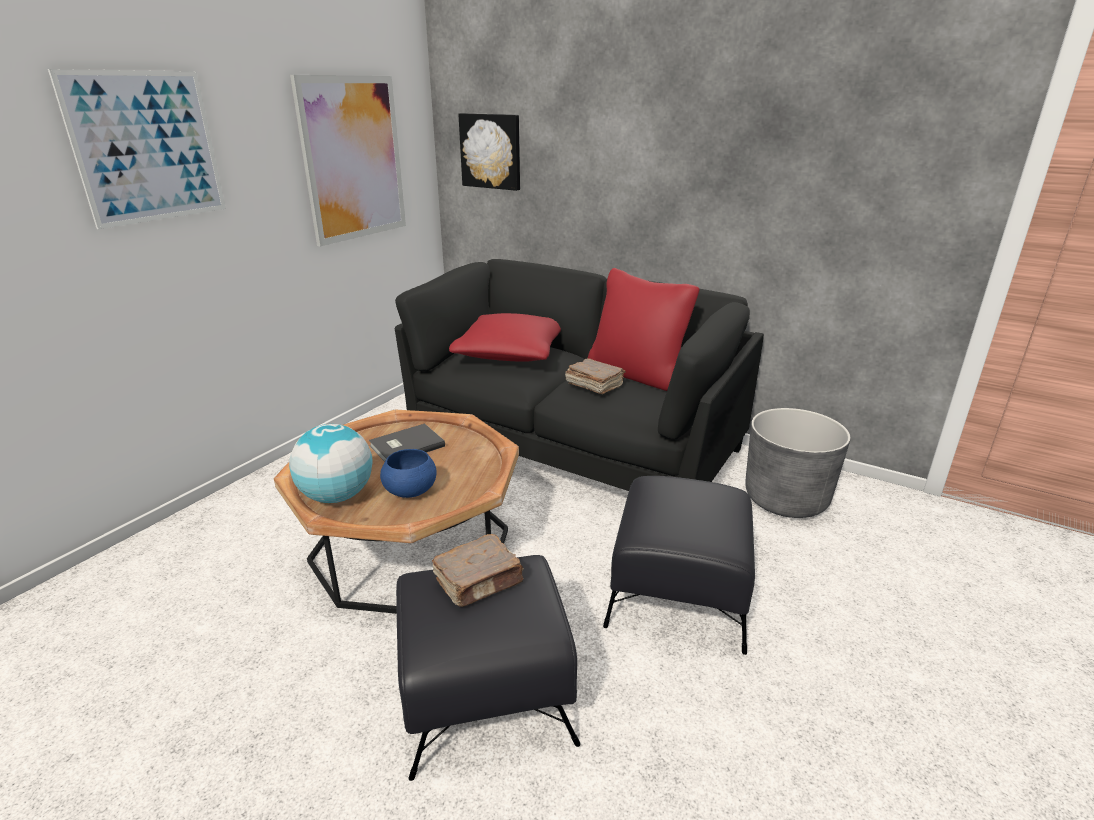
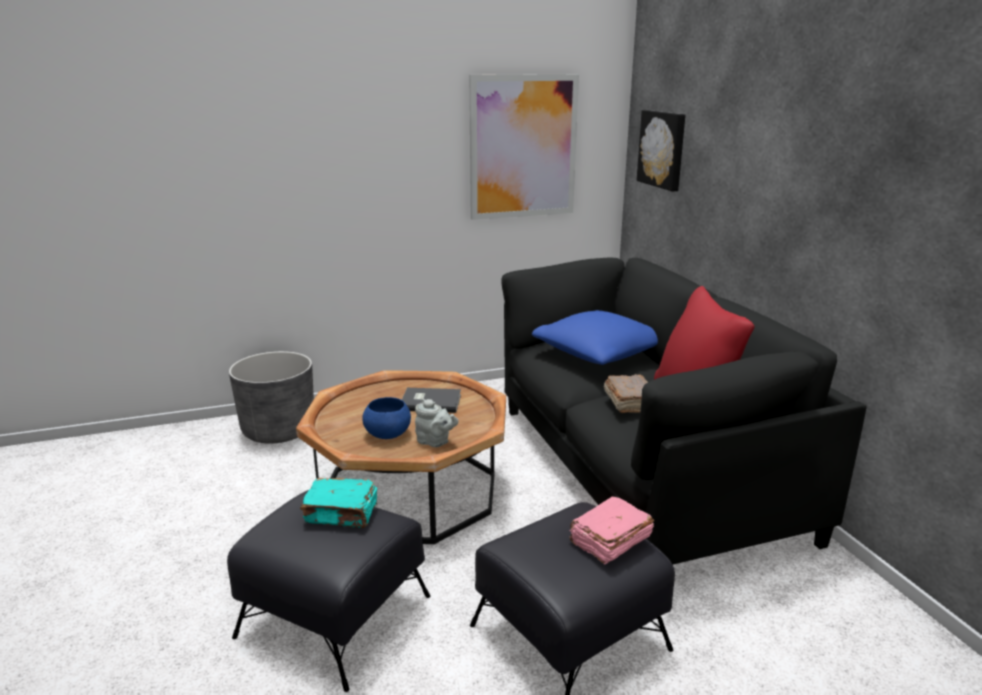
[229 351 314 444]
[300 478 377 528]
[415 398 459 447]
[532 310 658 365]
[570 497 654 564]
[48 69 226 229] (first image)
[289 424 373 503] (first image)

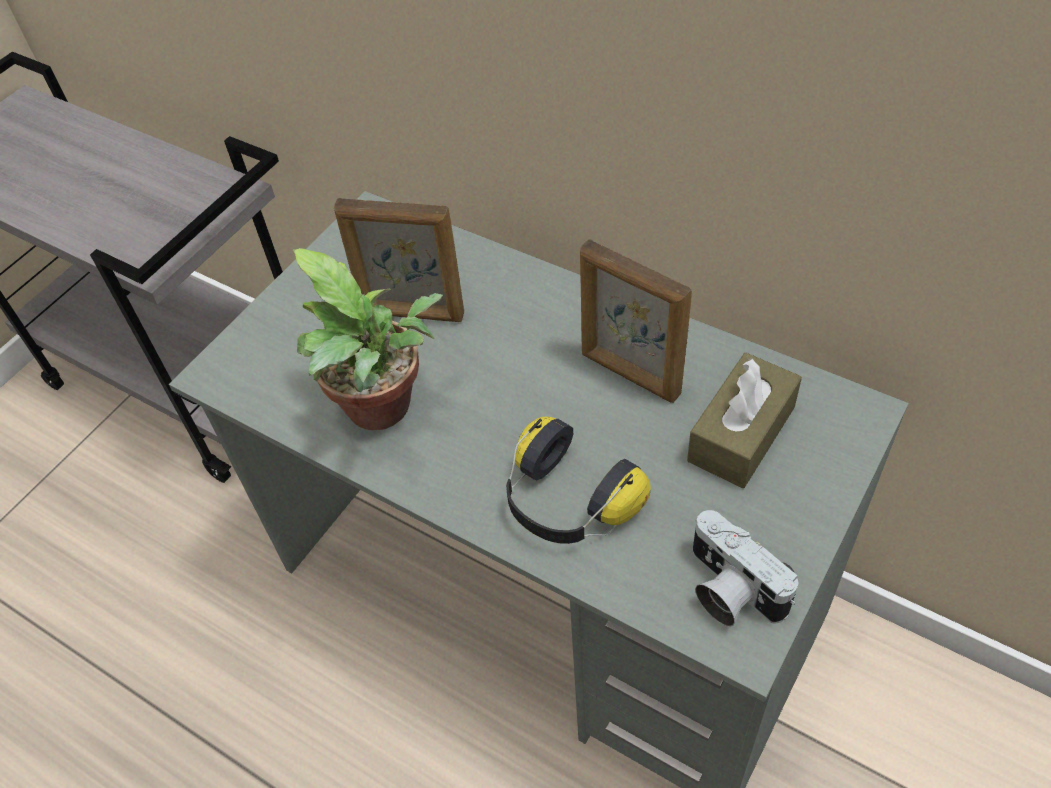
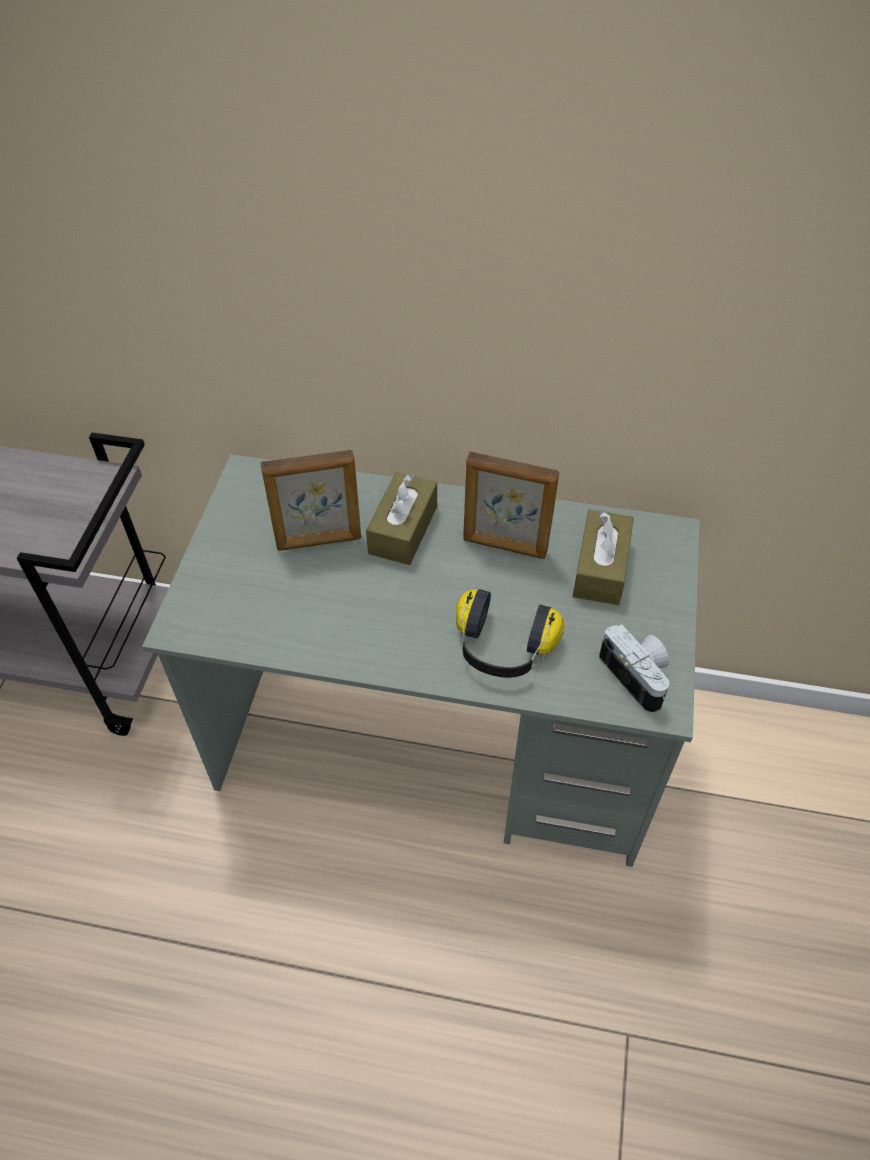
[366 472 437 565]
[599 624 669 713]
[293 248 443 430] (first image)

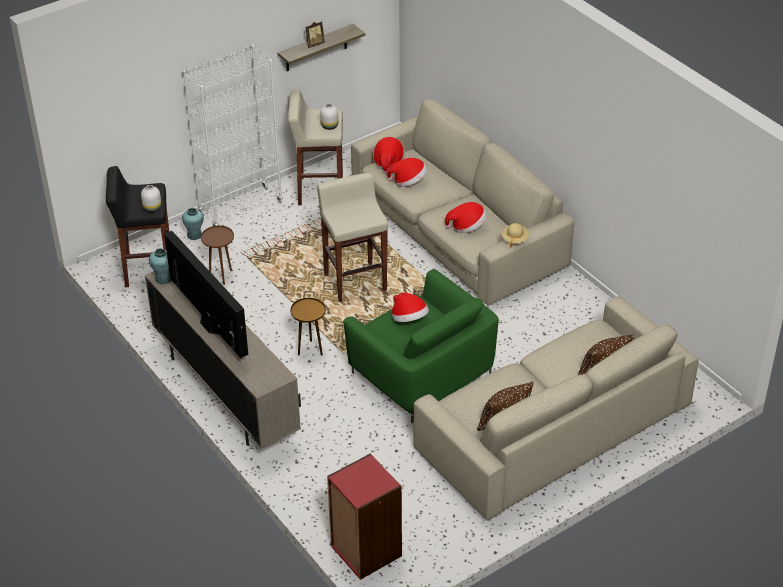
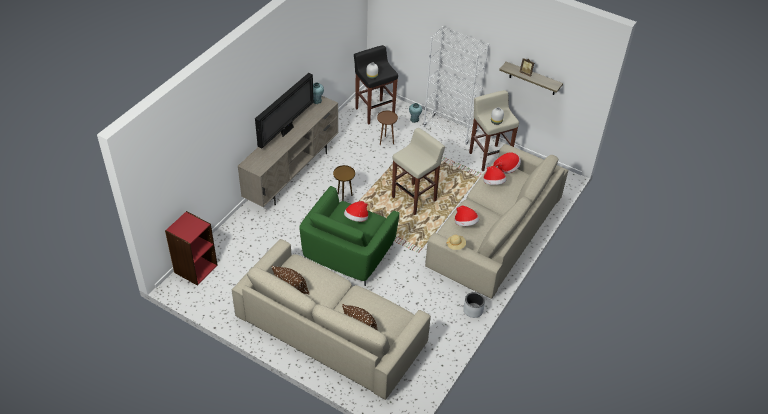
[463 292 485 318]

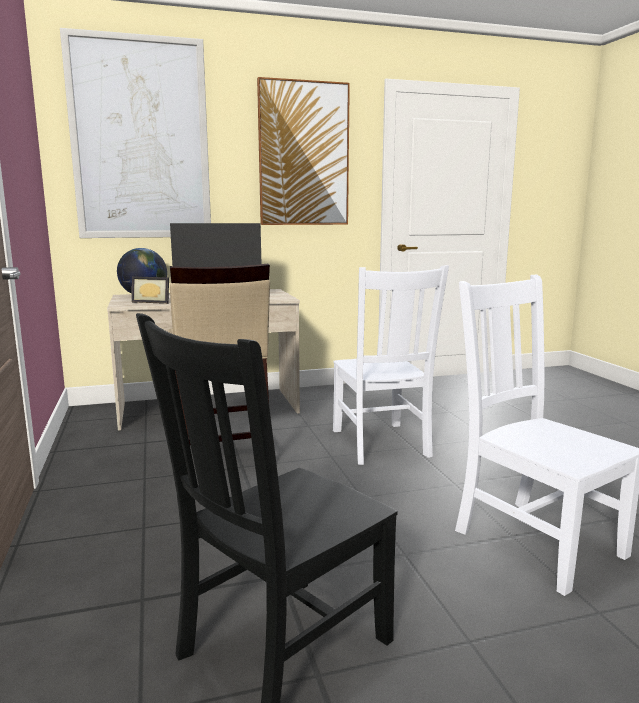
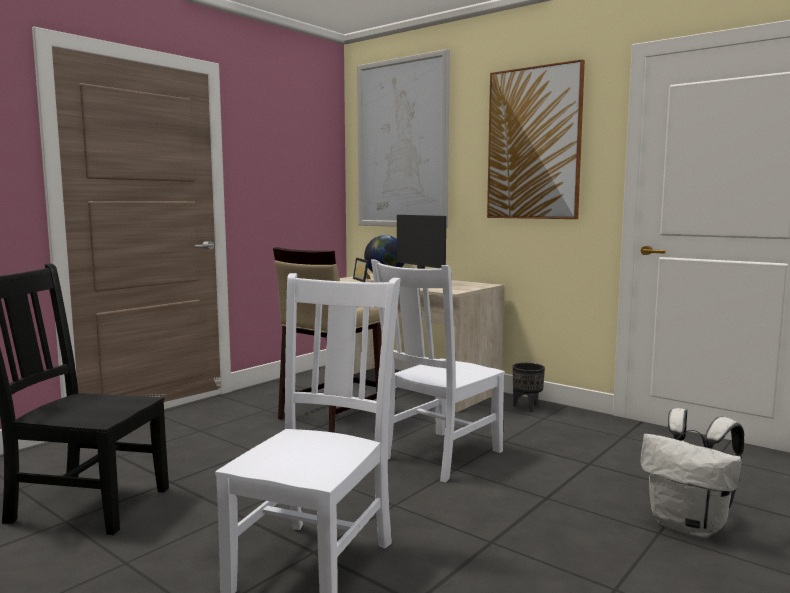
[513 363 545 412]
[640 408 744 538]

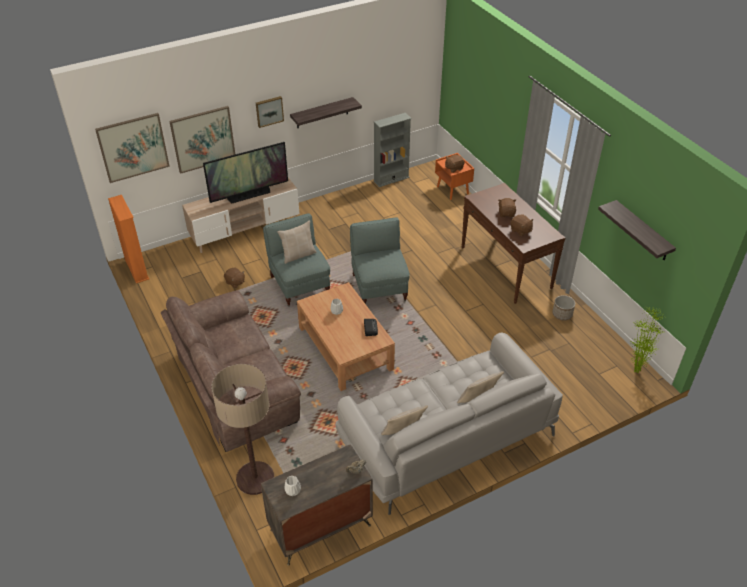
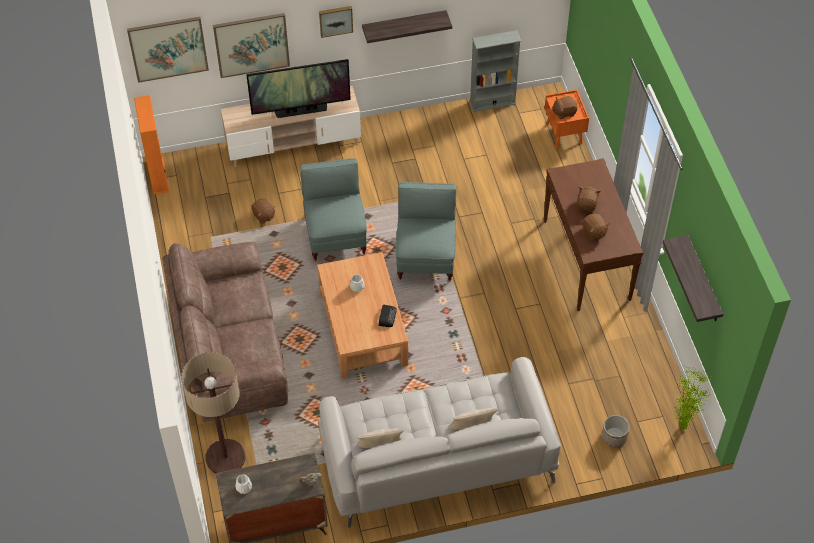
[602 415 629 447]
[277 221 317 264] (first image)

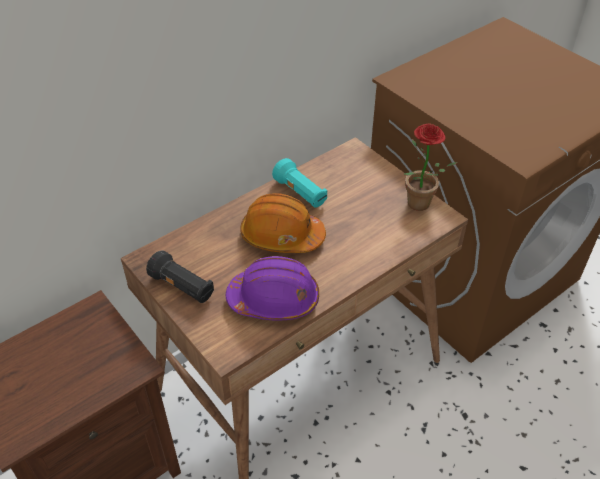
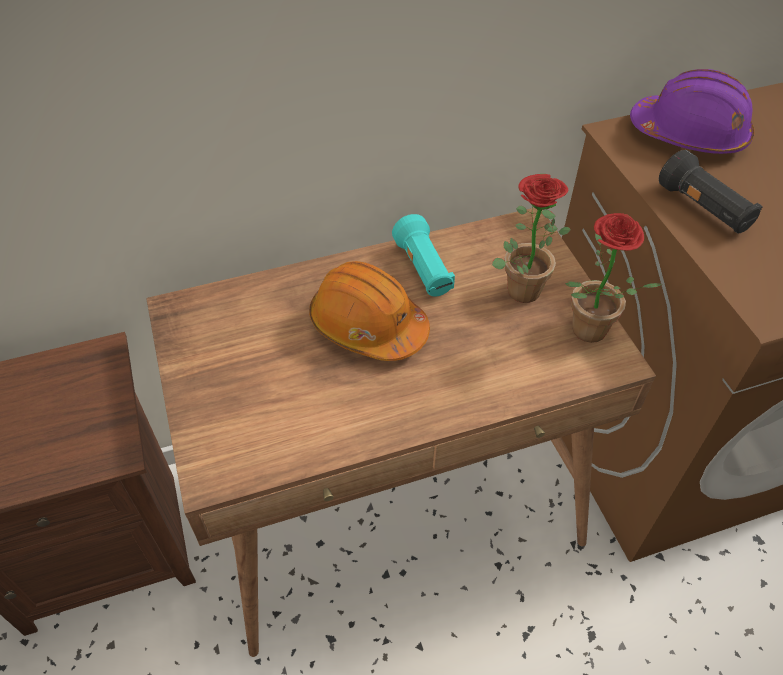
[492 174 571 303]
[630 69 754 154]
[659 150 763 234]

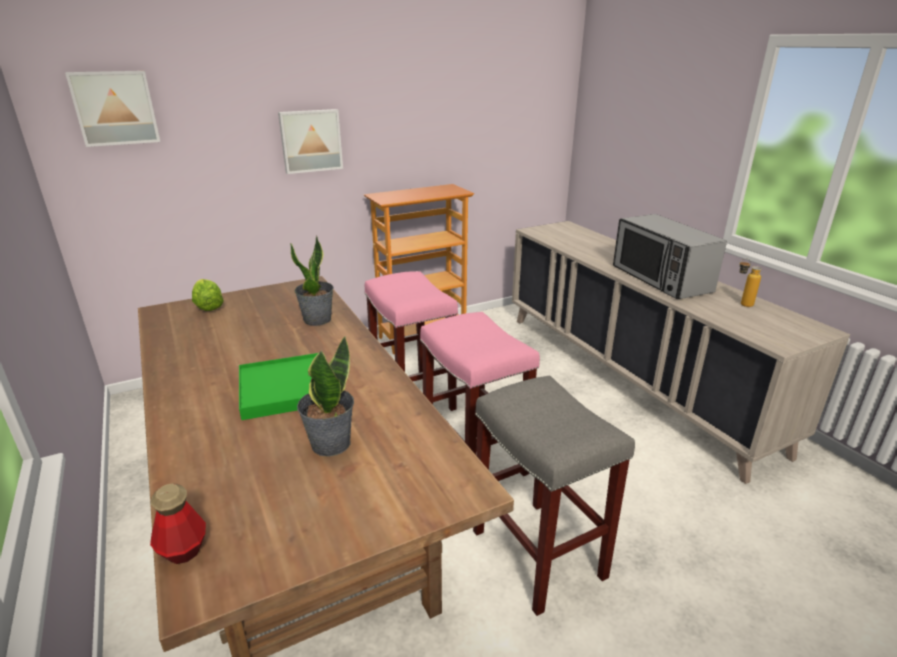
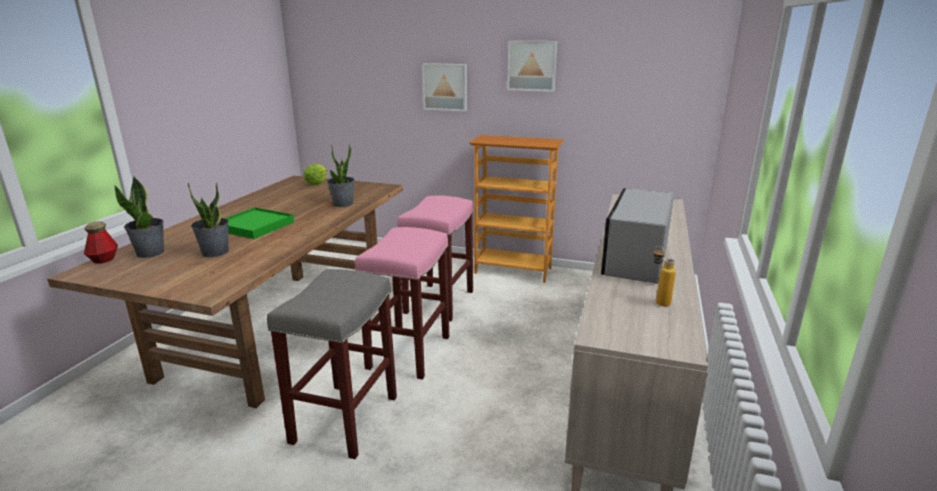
[114 176 164 258]
[507 41 557 92]

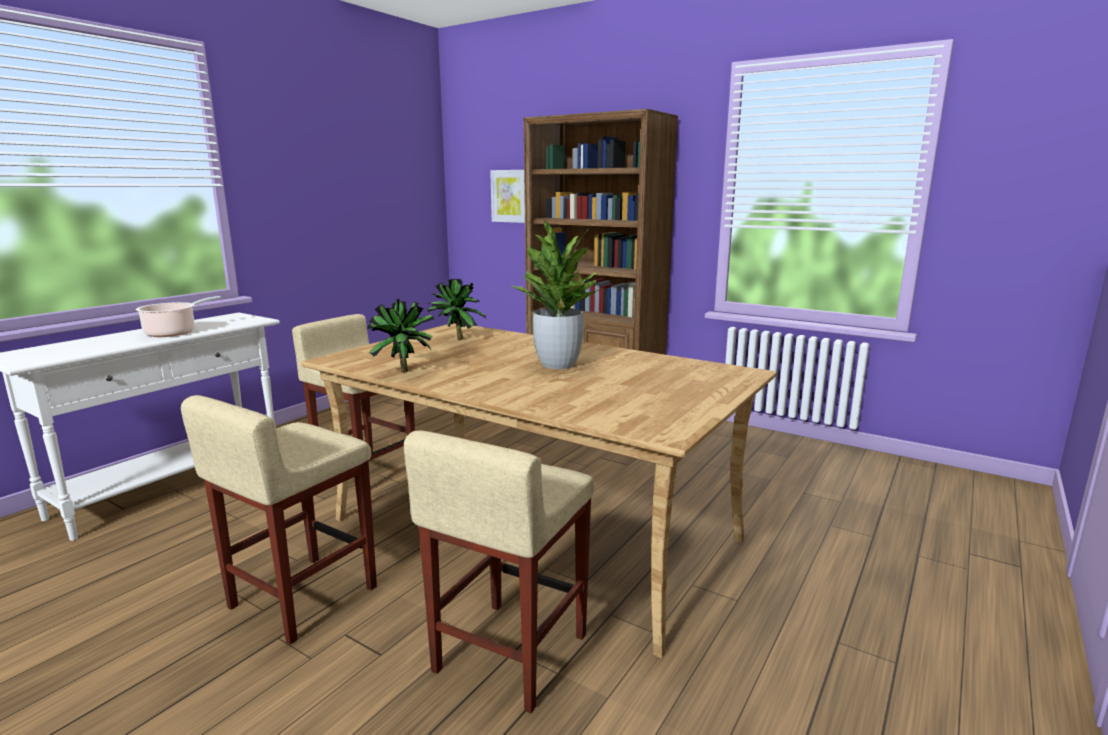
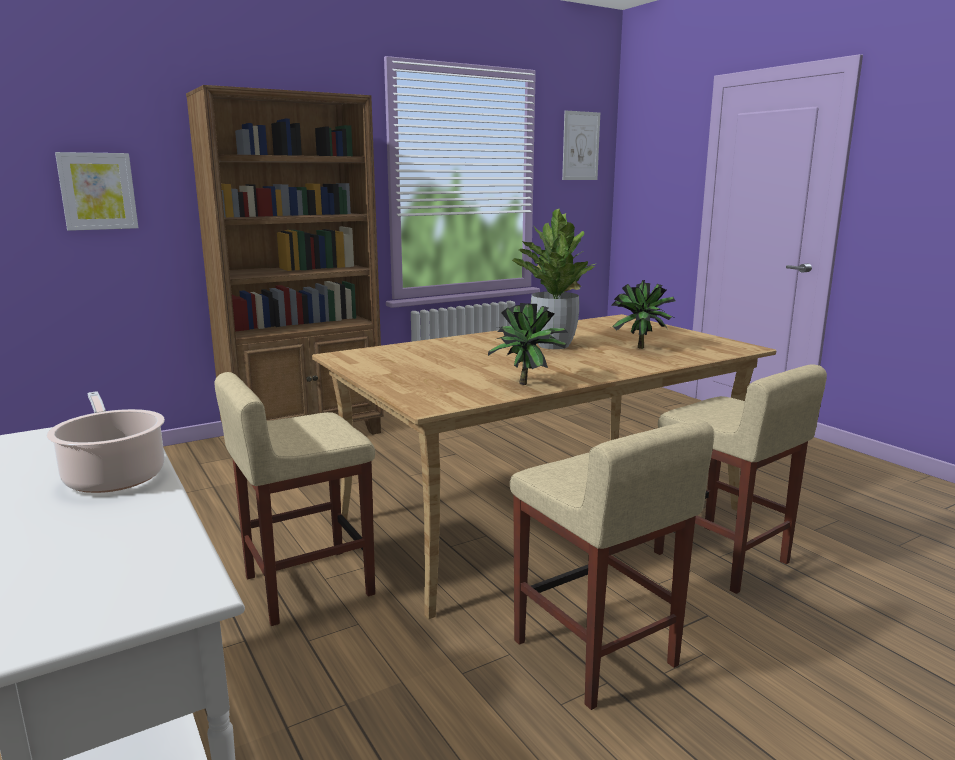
[562 110 600 180]
[611 280 675 349]

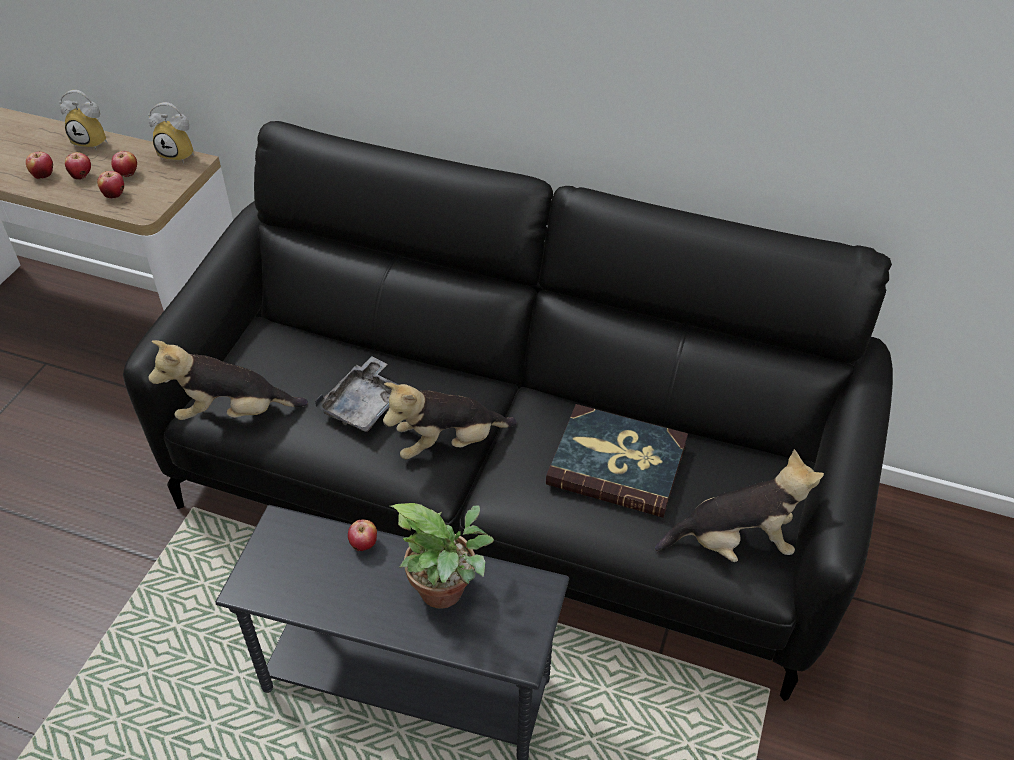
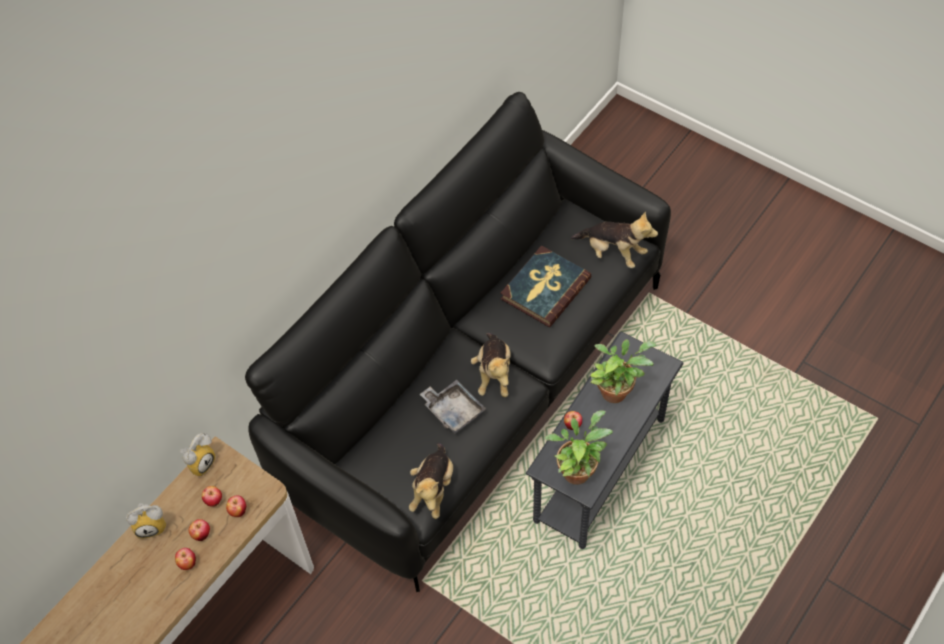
[126 503 166 539]
[544 410 613 485]
[570 212 658 268]

